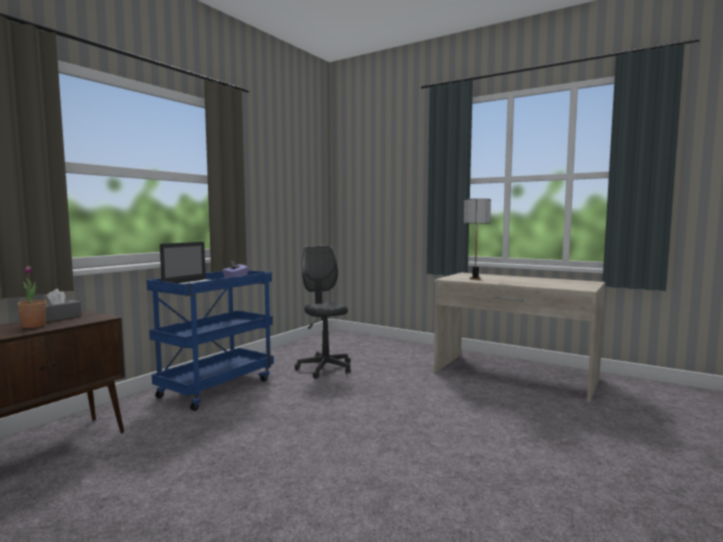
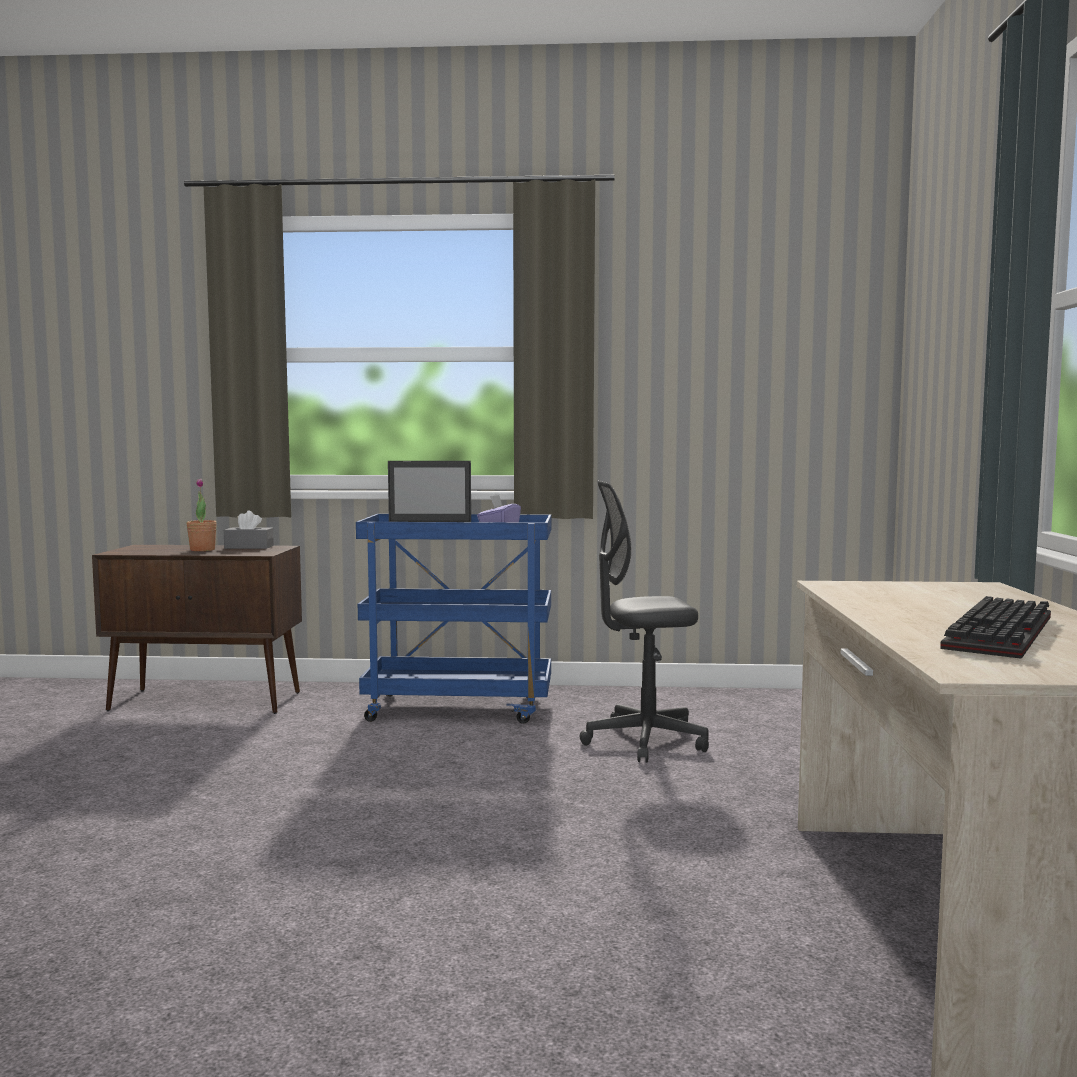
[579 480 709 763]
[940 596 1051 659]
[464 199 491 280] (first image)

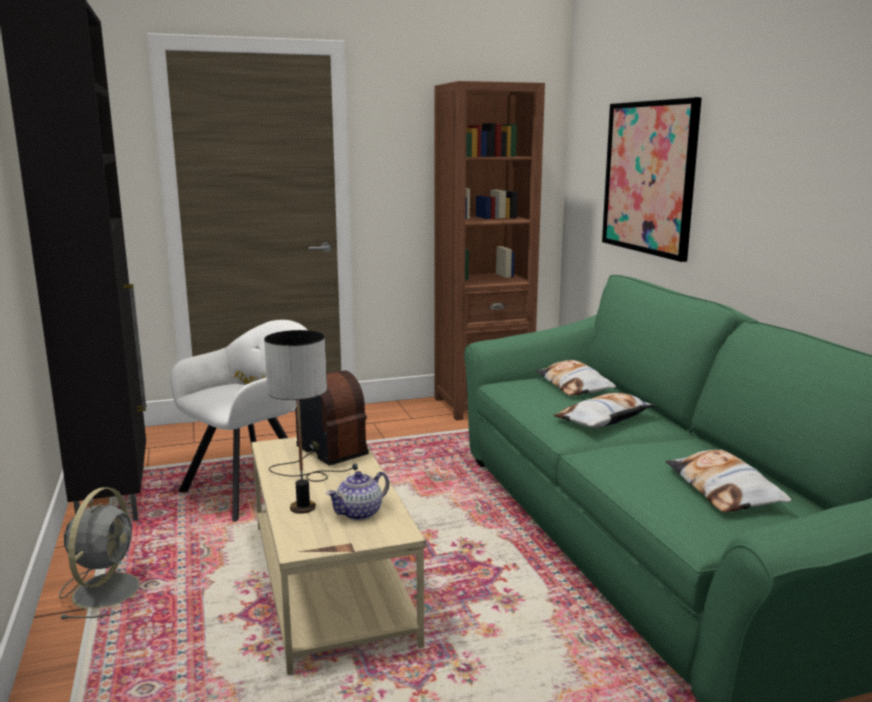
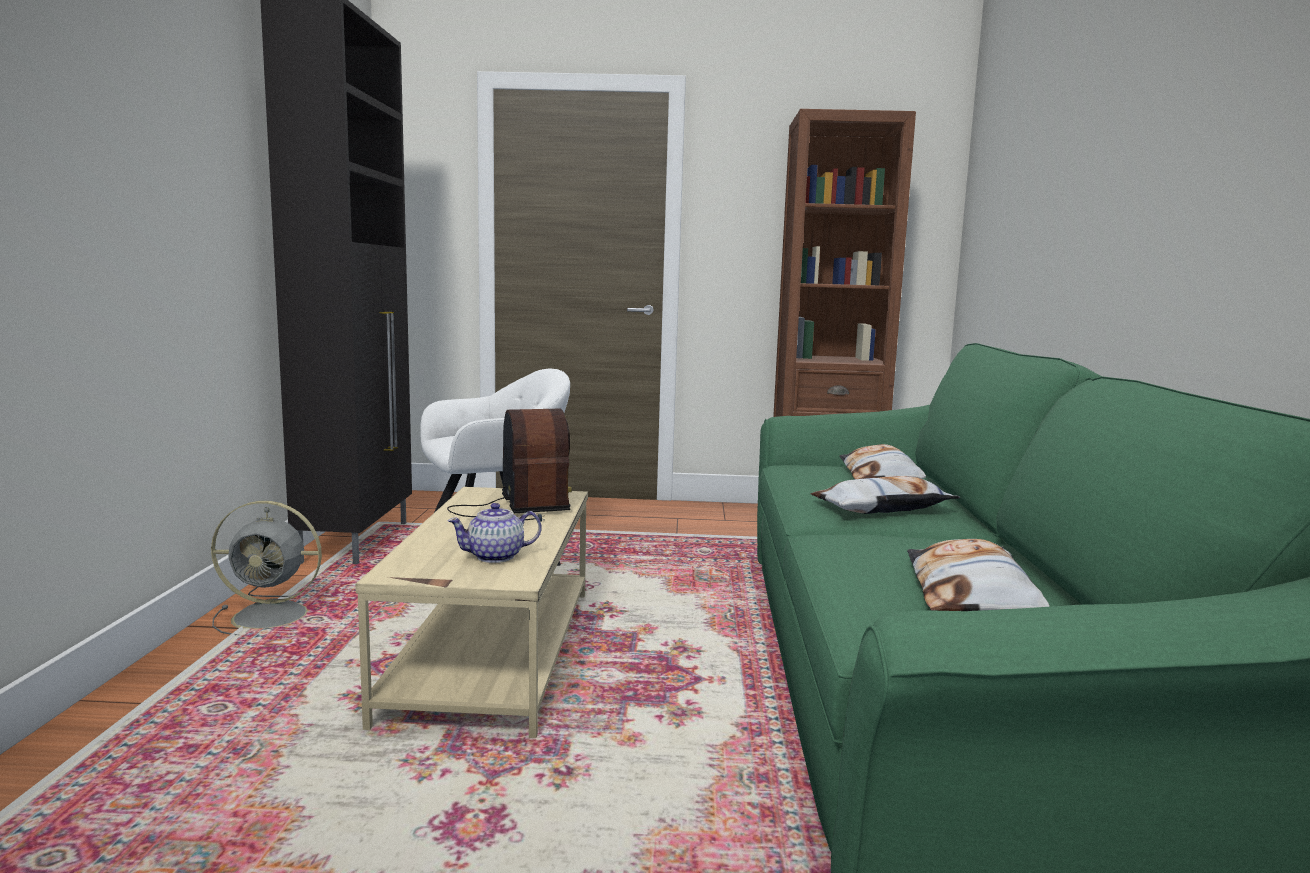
[211 501 328 635]
[264 330 327 514] (first image)
[602 97 702 262] (first image)

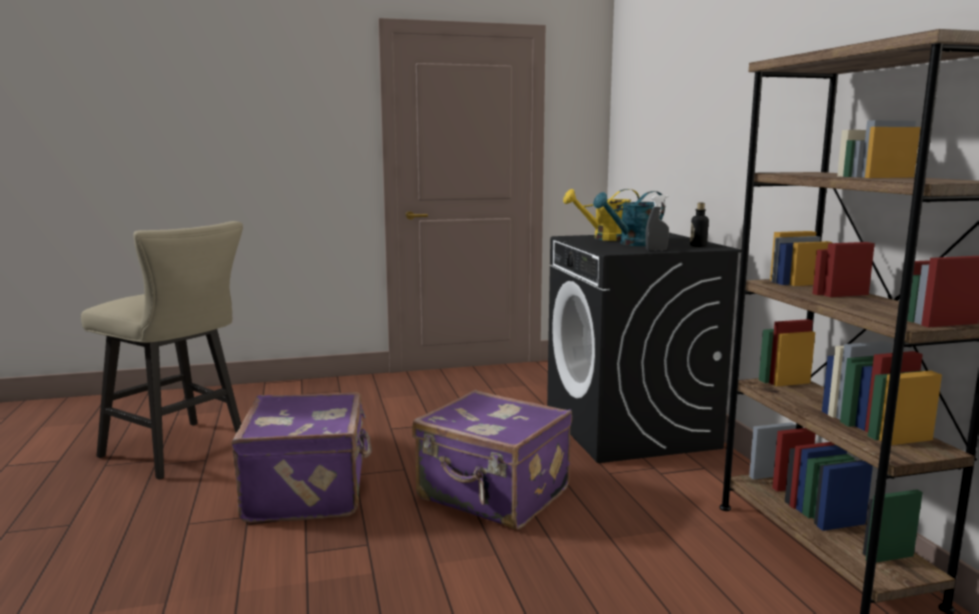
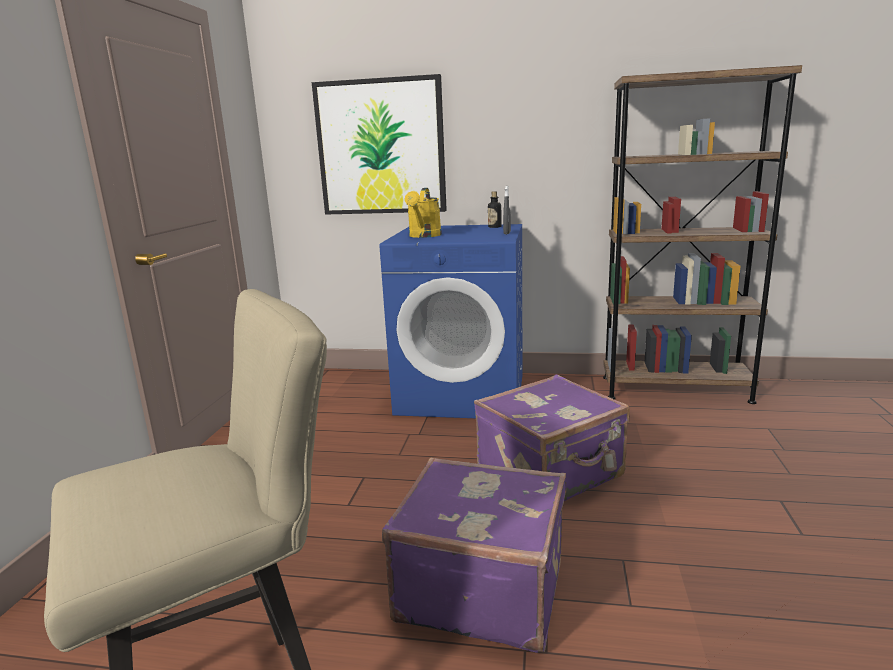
[312 74 447 215]
[379 224 522 418]
[593 191 665 246] (first image)

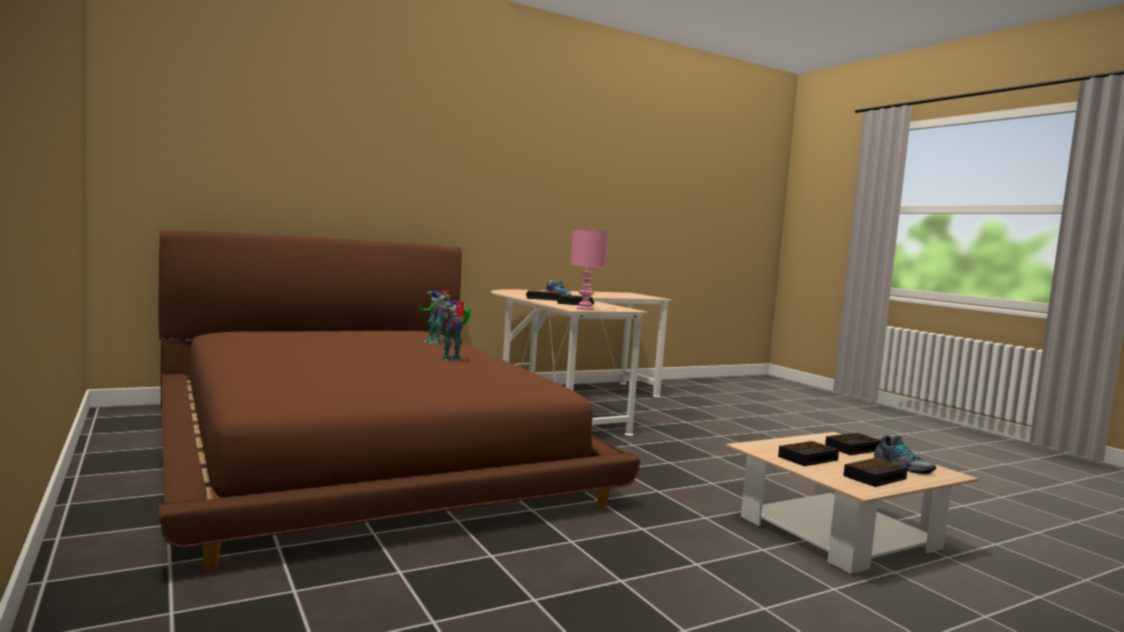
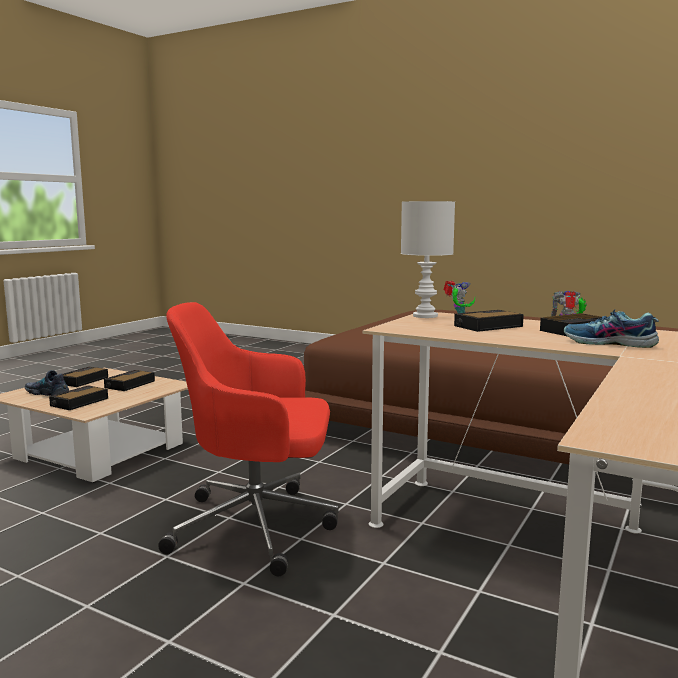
[158 302 339 576]
[401 201 455 318]

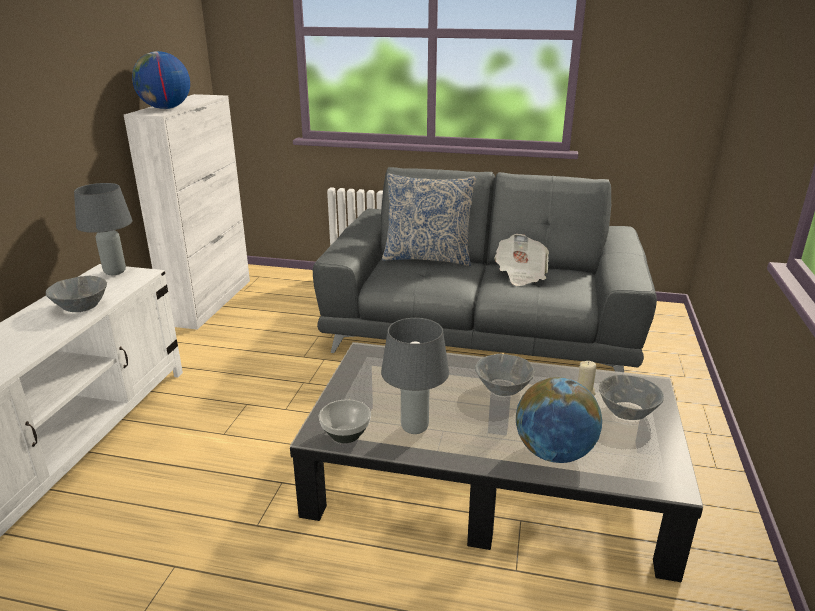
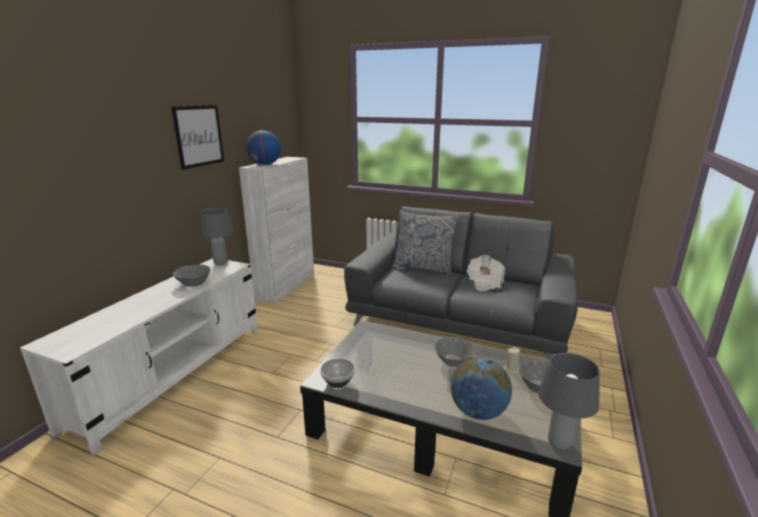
[171 105 224 170]
[538 353 600 450]

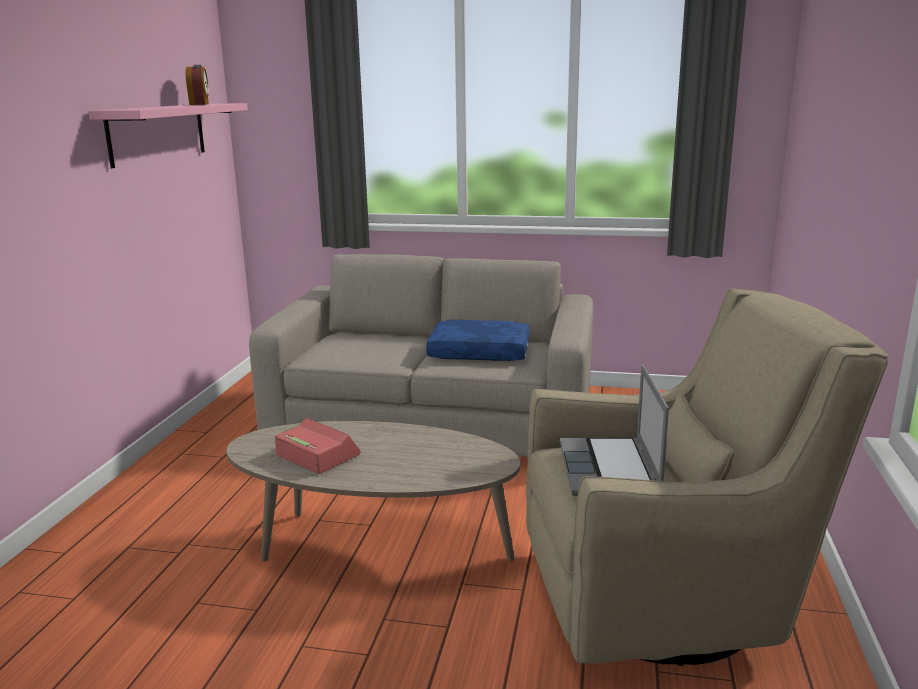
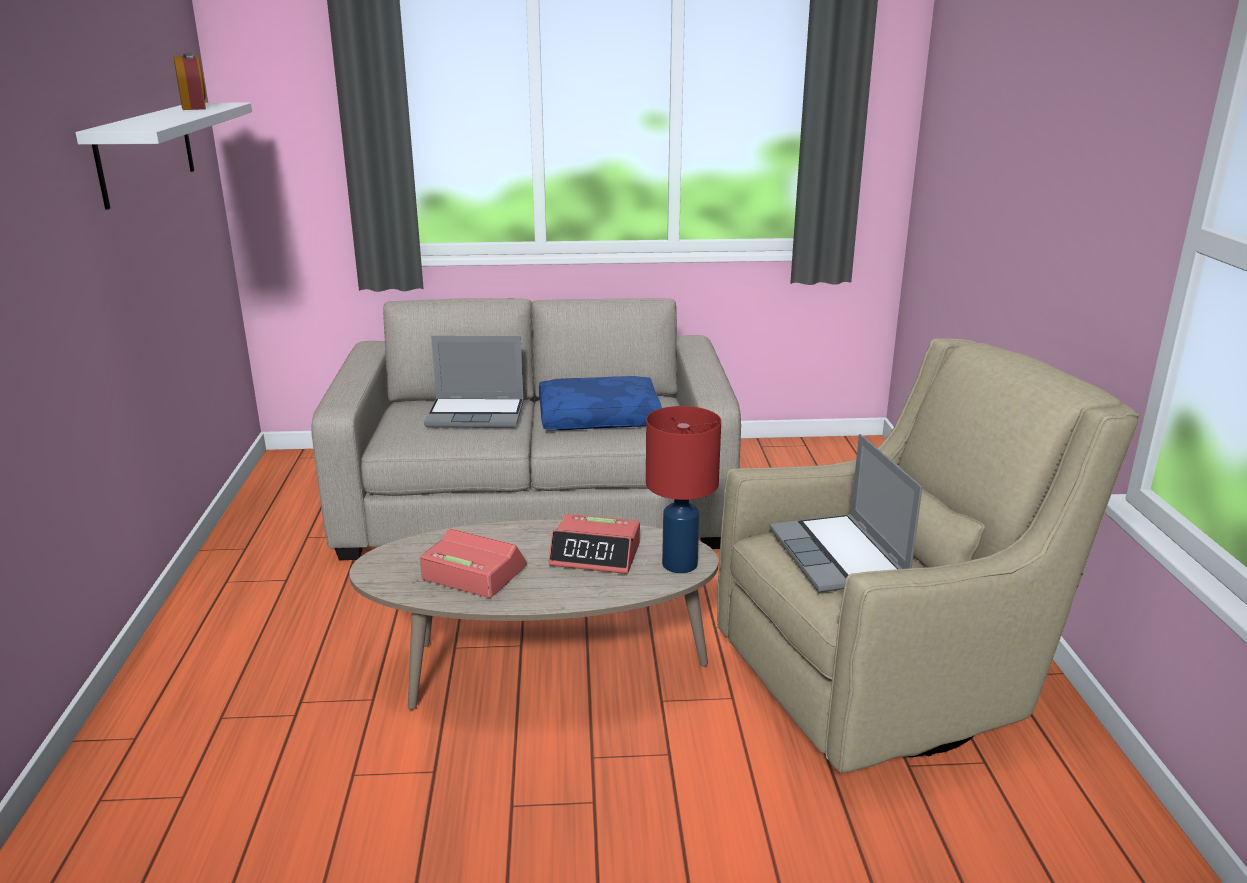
[76 103 252 210]
[424 336 524 428]
[548 514 640 574]
[646 406 721 573]

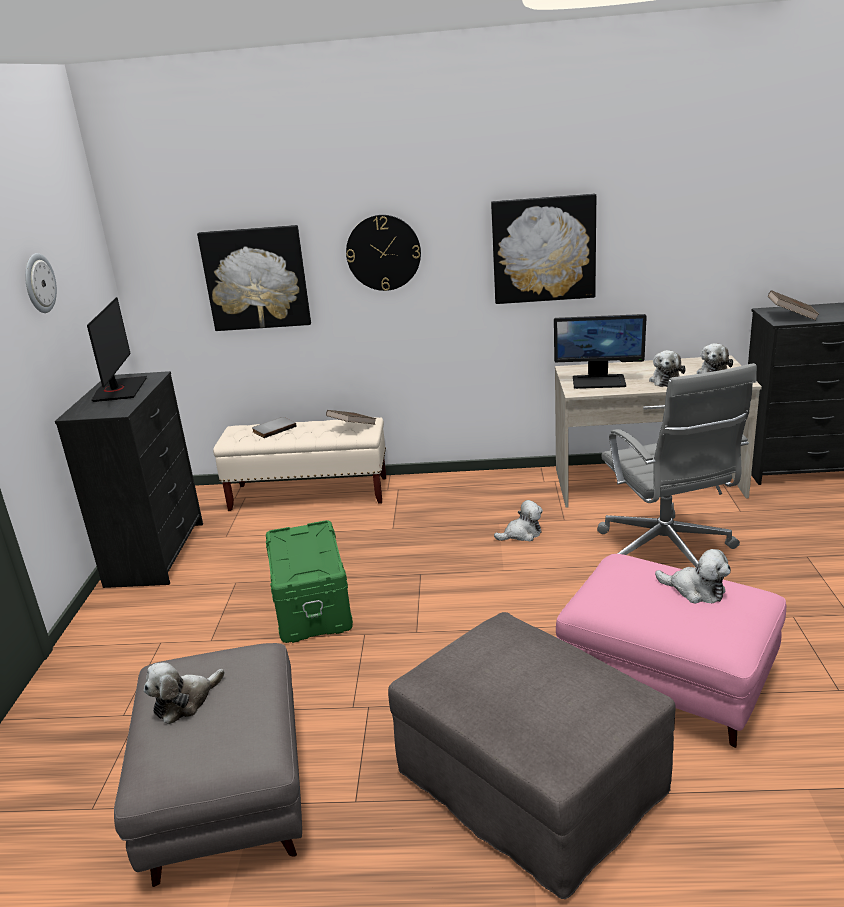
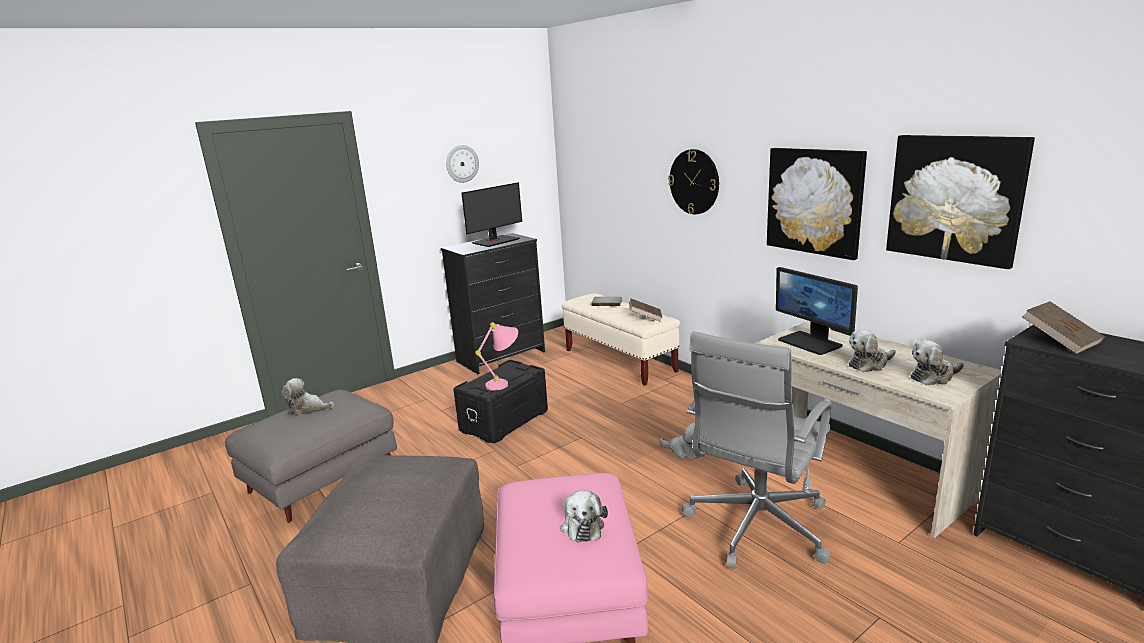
[453 360 548 443]
[475 322 518 391]
[886 135 1035 269]

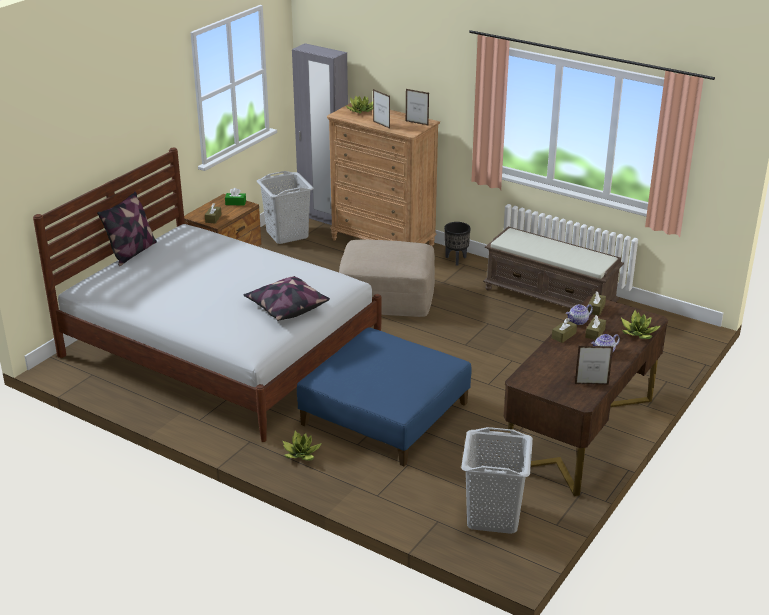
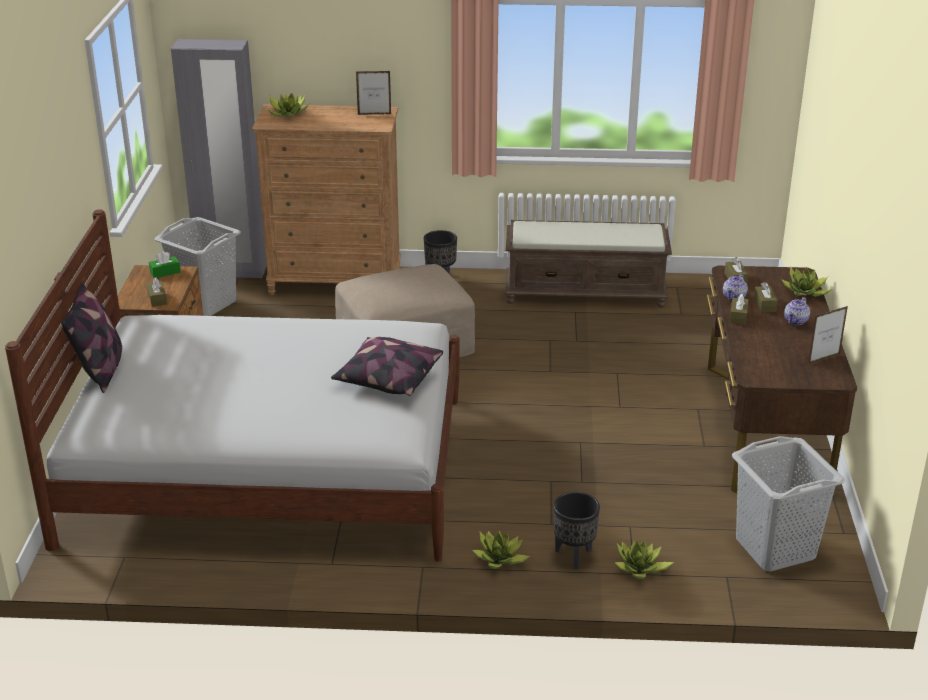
[554 492 600 569]
[615 541 674 579]
[297 327 472 466] (first image)
[373 89 390 129] (first image)

